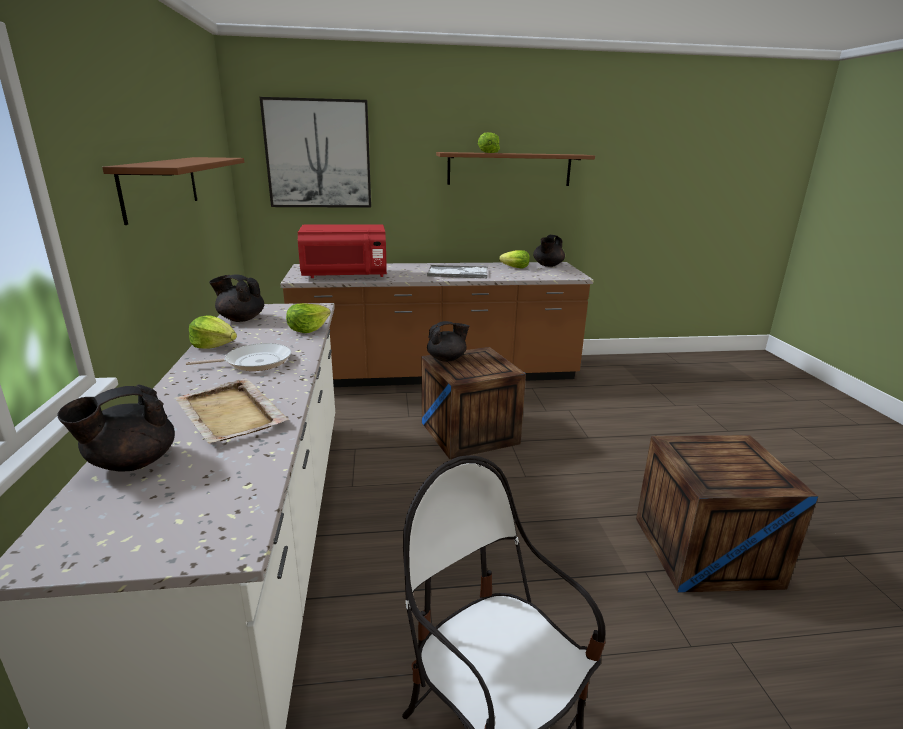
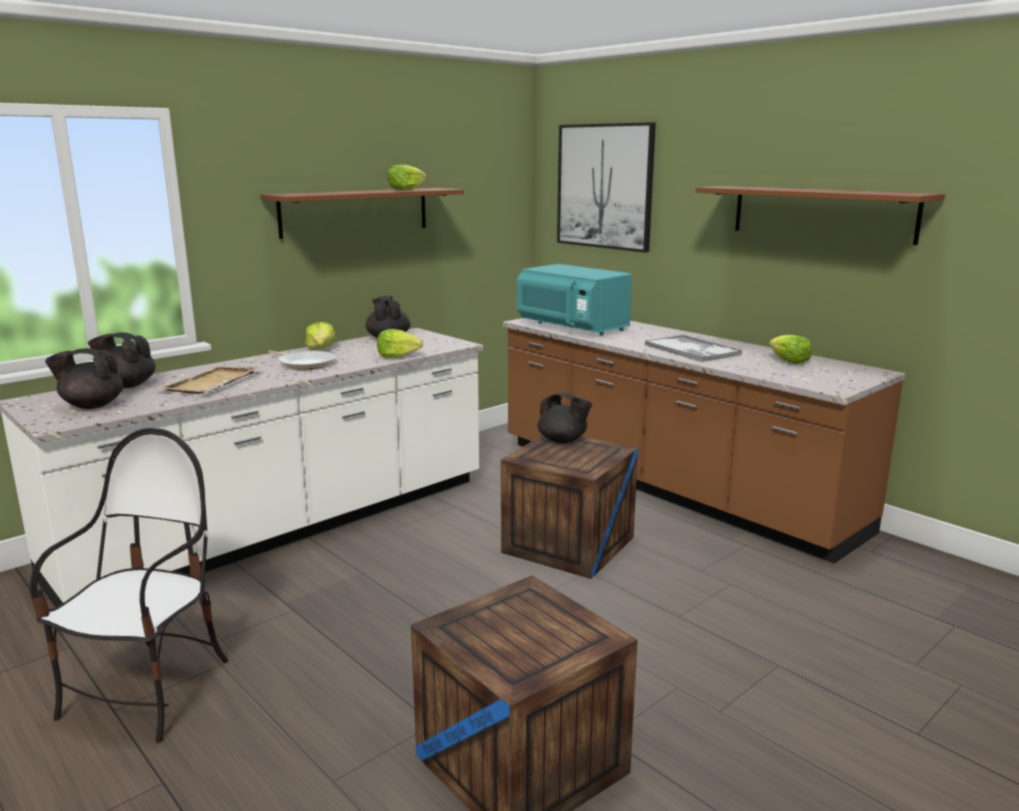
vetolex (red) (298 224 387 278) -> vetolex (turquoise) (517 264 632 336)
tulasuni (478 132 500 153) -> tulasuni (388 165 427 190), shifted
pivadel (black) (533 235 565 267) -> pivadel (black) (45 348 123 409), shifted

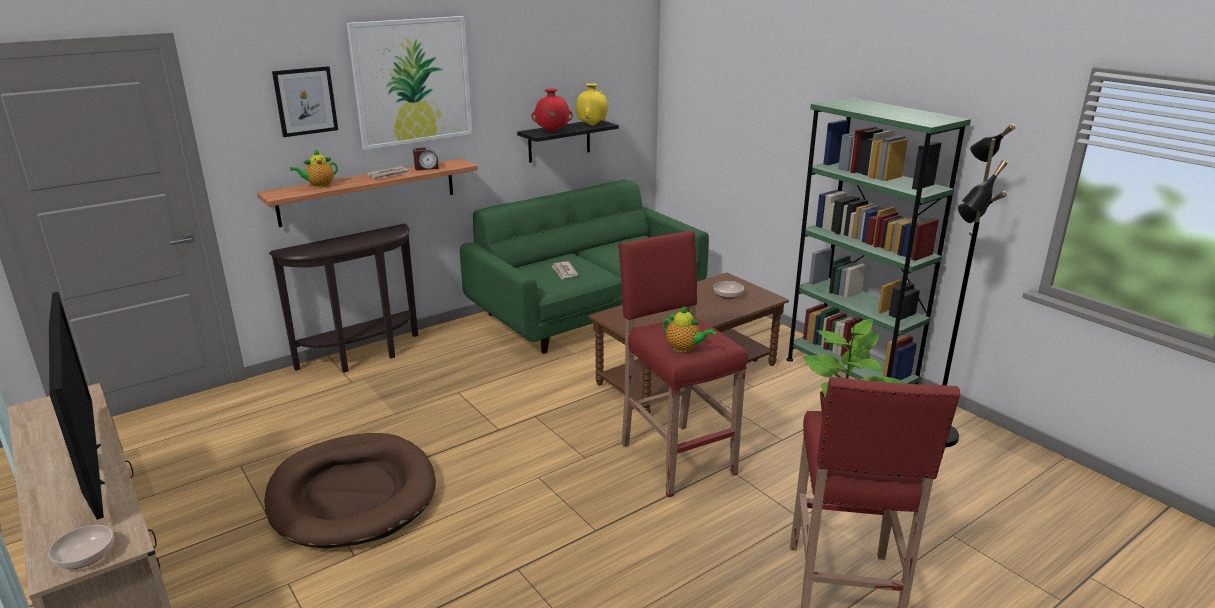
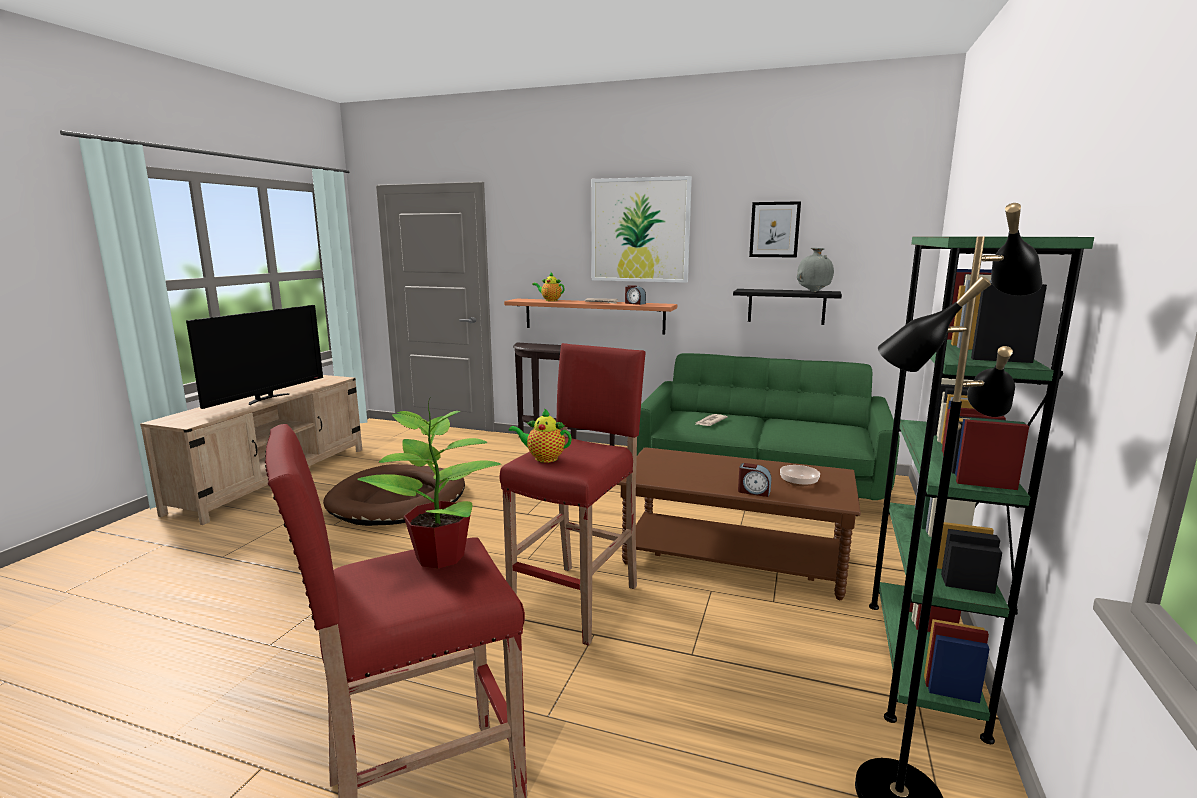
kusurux (48 525 114 569) -> none
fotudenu (272 66 338 137) -> fotudenu (749 201 801 258), shifted
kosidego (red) (532 89 573 132) -> none
kosidego (yellow) (576 83 608 126) -> kosidego (grey) (797 248 834 292)
pivadel (662 306 716 353) -> pivadel (509 408 572 463), 105 degrees clockwise
none -> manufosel (738 463 771 497)

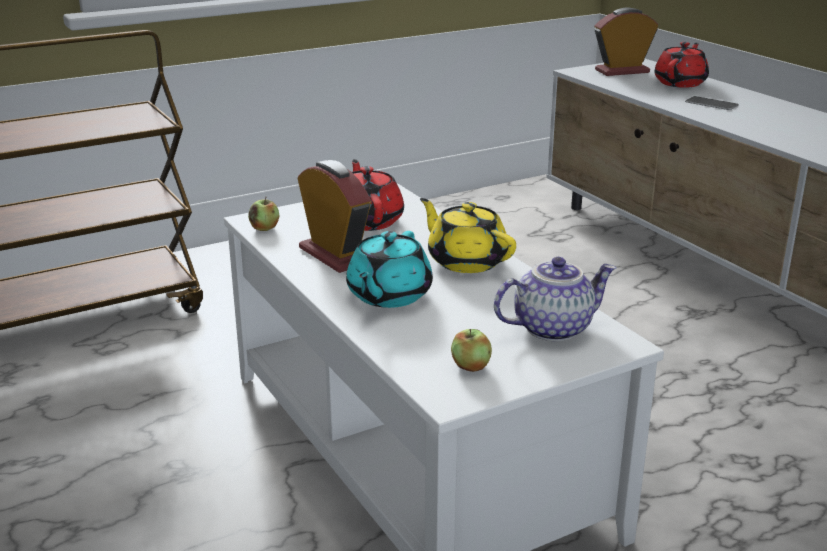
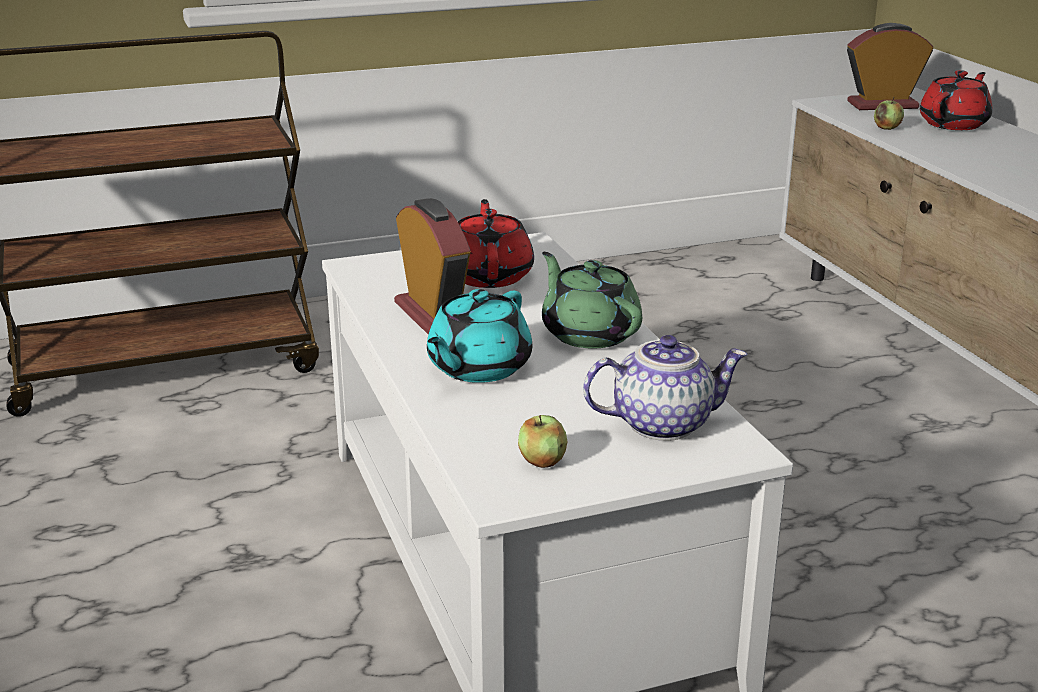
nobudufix (248 196 280 231) -> nobudufix (874 96 904 130), shifted
pivadel (yellow) (420 198 516 273) -> pivadel (green) (542 252 642 349)
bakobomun (685 96 739 110) -> none

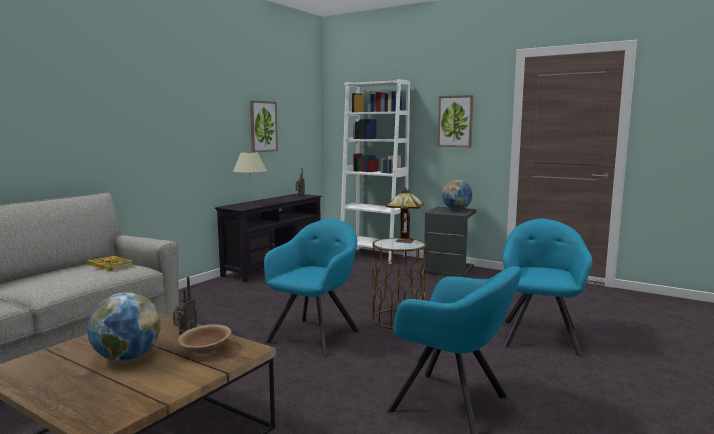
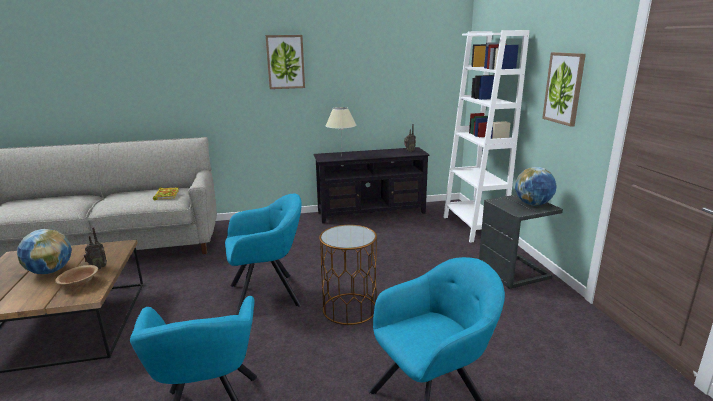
fotudenu (250 100 278 152) -> fotudenu (265 35 305 89), shifted
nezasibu (386 188 424 243) -> none

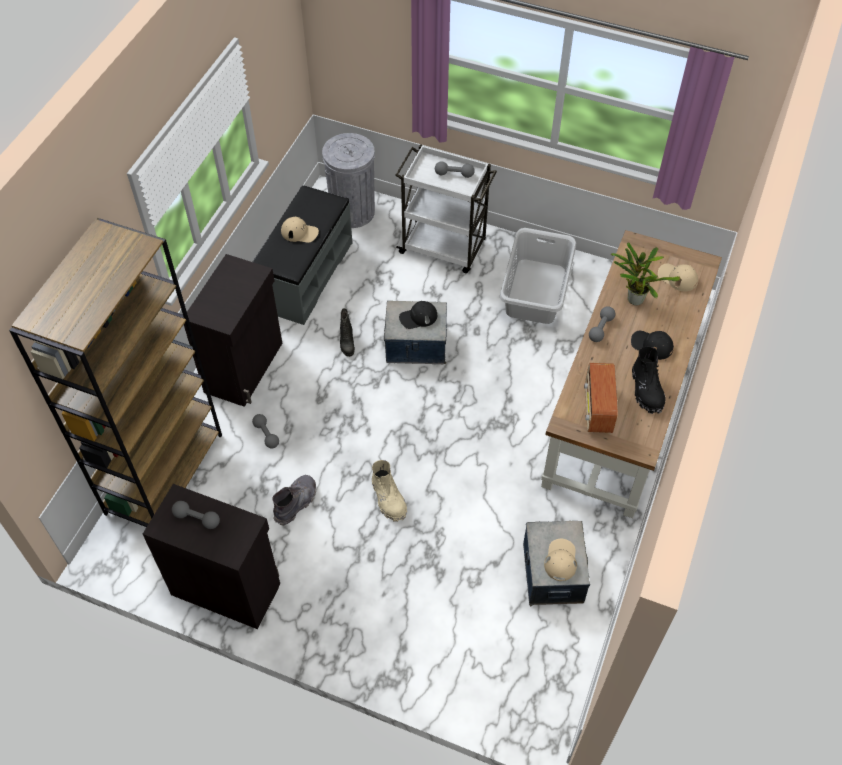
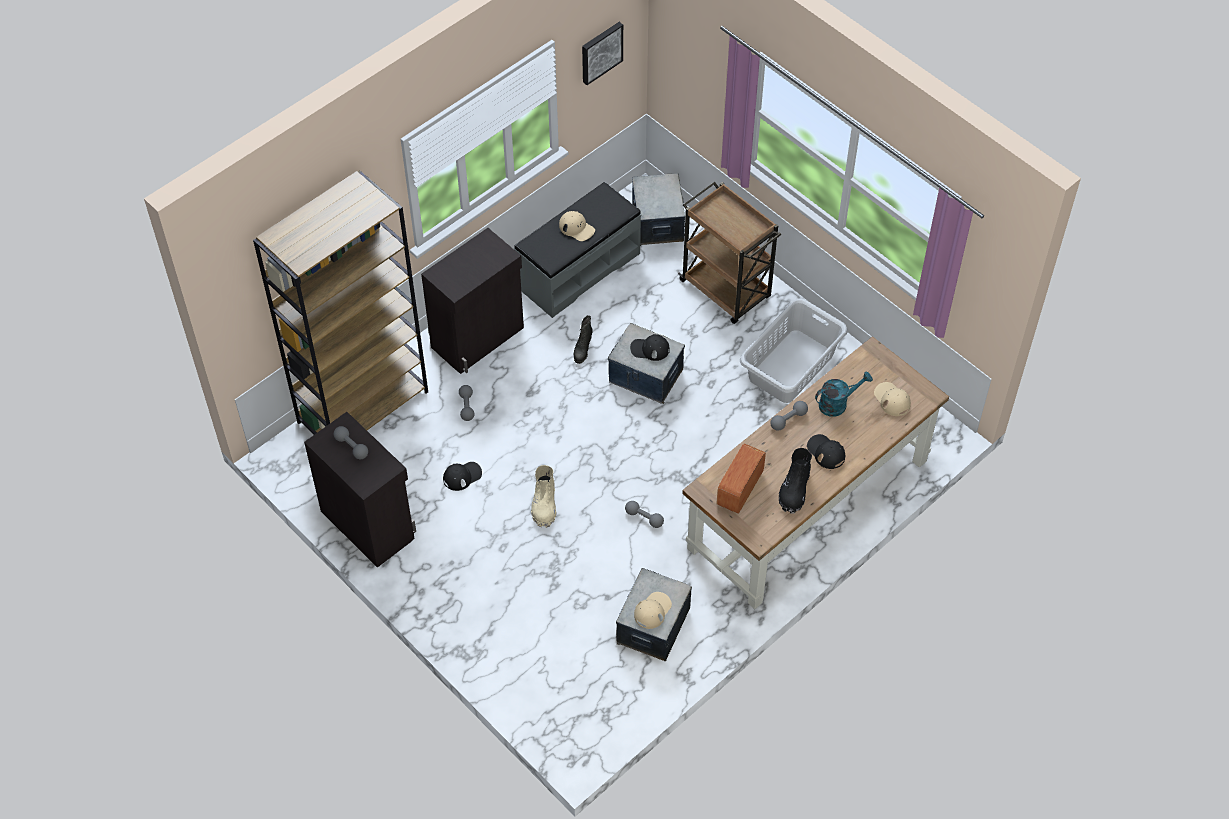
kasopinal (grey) (272 475 316 526) -> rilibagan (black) (443 462 482 491)
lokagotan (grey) (322 133 375 228) -> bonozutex (632 173 685 246)
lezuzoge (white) (395 144 497 273) -> lezuzoge (brown) (678 182 781 324)
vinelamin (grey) (435 161 475 178) -> vinelamin (grey) (625 501 664 528), shifted
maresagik (611 242 680 306) -> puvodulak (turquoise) (815 371 873 417)
none -> fotudenu (582 22 623 85)

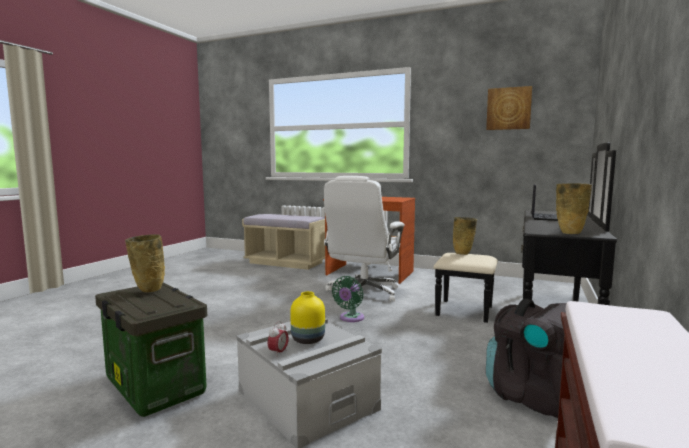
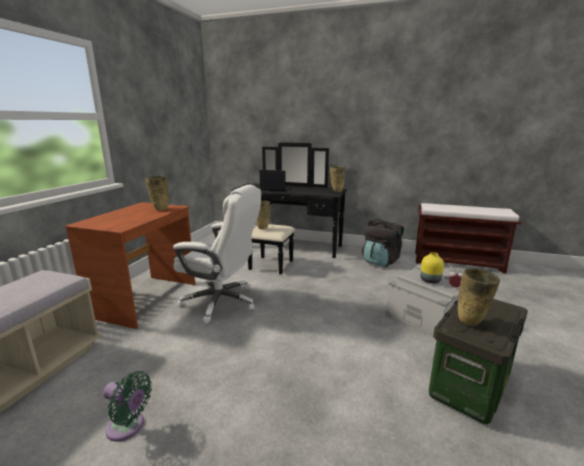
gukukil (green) (332 276 364 322) -> gukukil (green) (103 371 152 441), shifted
fotudenu (486 86 532 130) -> none
none -> kosidego (beige) (145 176 169 211)

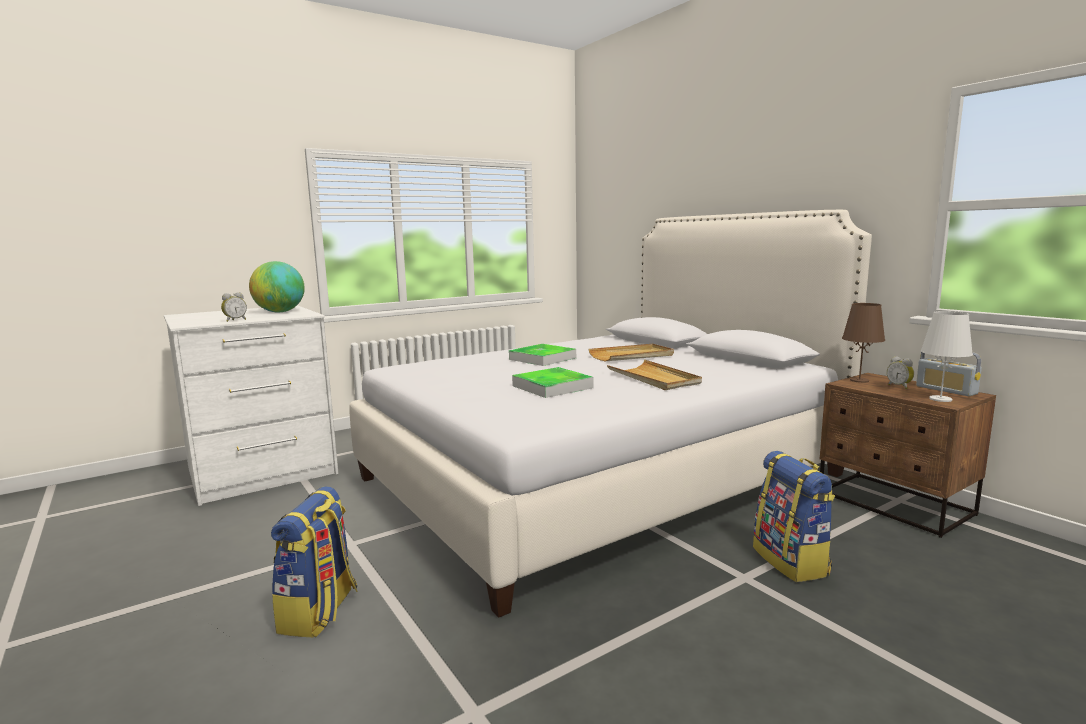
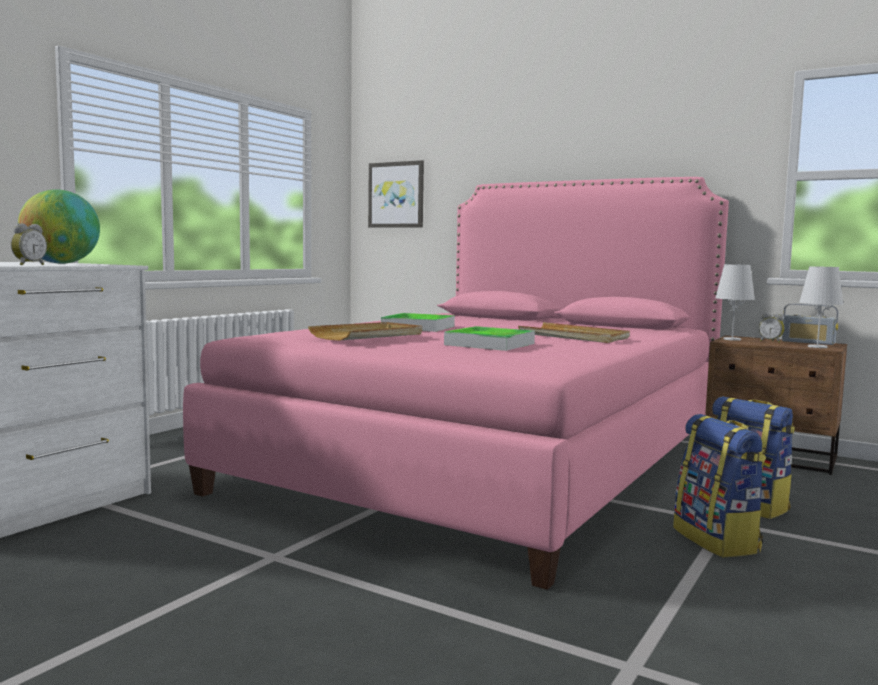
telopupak (271 486 358 637) -> telopupak (673 414 766 557), shifted
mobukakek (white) (350 210 872 618) -> mobukakek (pink) (183 177 729 590)
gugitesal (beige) (588 344 674 361) -> gugitesal (beige) (308 322 422 340), shifted
nezasibu (brown) (842 303 885 383) -> nezasibu (white) (715 264 755 341)
none -> fotudenu (368 160 424 228)

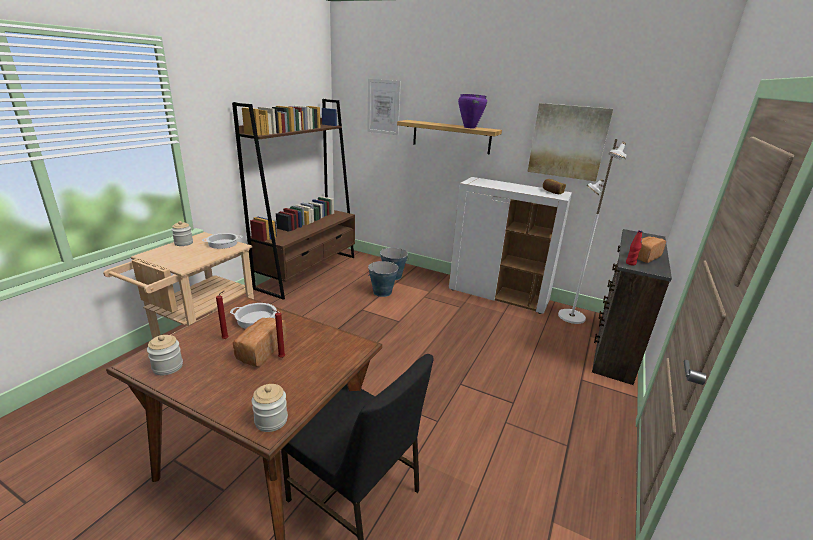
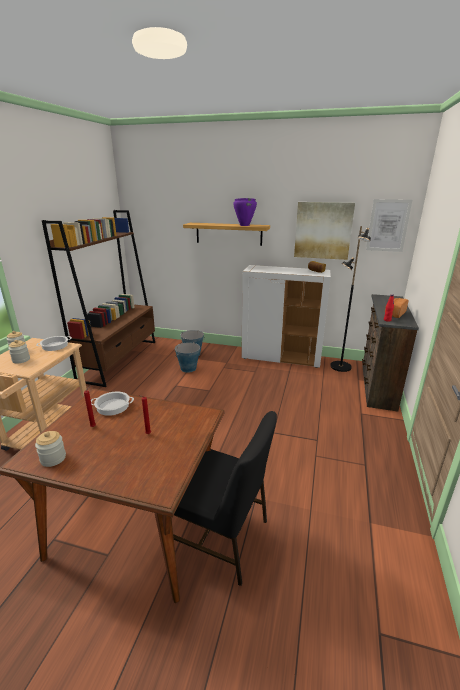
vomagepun (233 318 287 367) -> none
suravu (252 384 288 432) -> suravu (8 340 30 364), shifted
fotudenu (367 79 401 135) -> fotudenu (366 199 412 252), shifted
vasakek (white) (558 139 626 324) -> vasakek (black) (330 226 371 372)

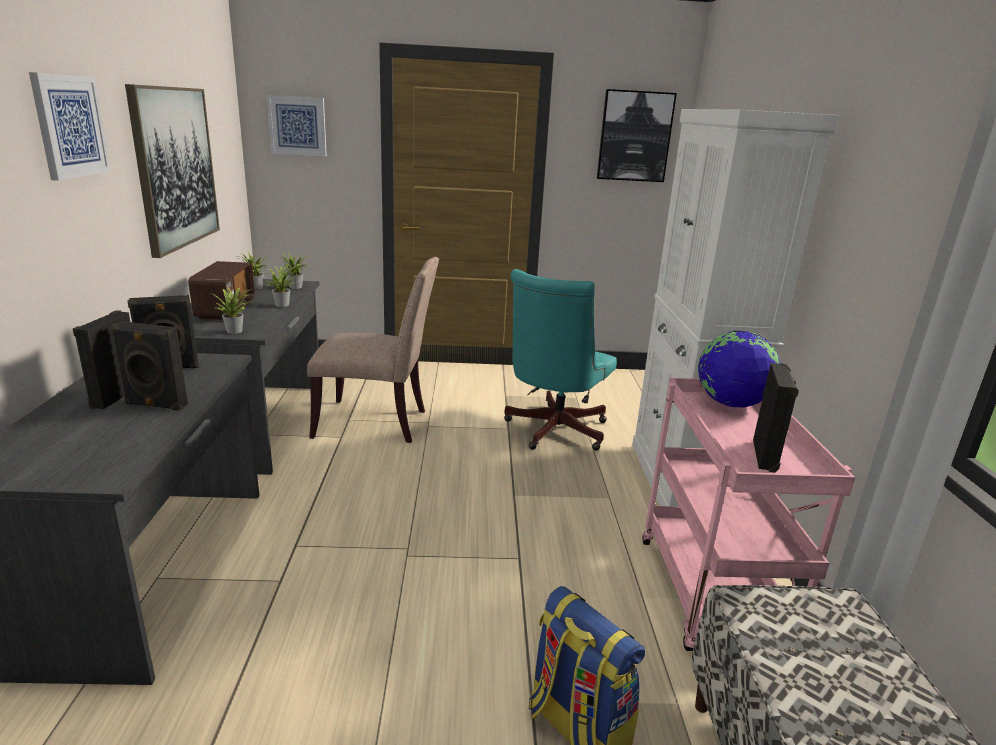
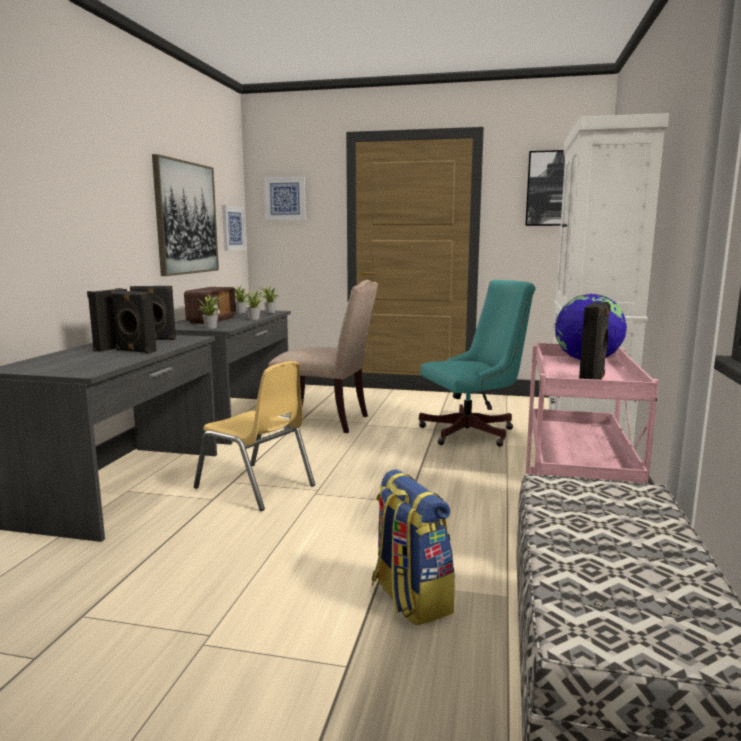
fotudenu (29 72 111 181) -> fotudenu (222 205 246 251), shifted
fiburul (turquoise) (504 269 617 451) -> fiburul (turquoise) (419 280 535 446), 150 degrees counterclockwise
none -> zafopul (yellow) (194 361 315 511)

